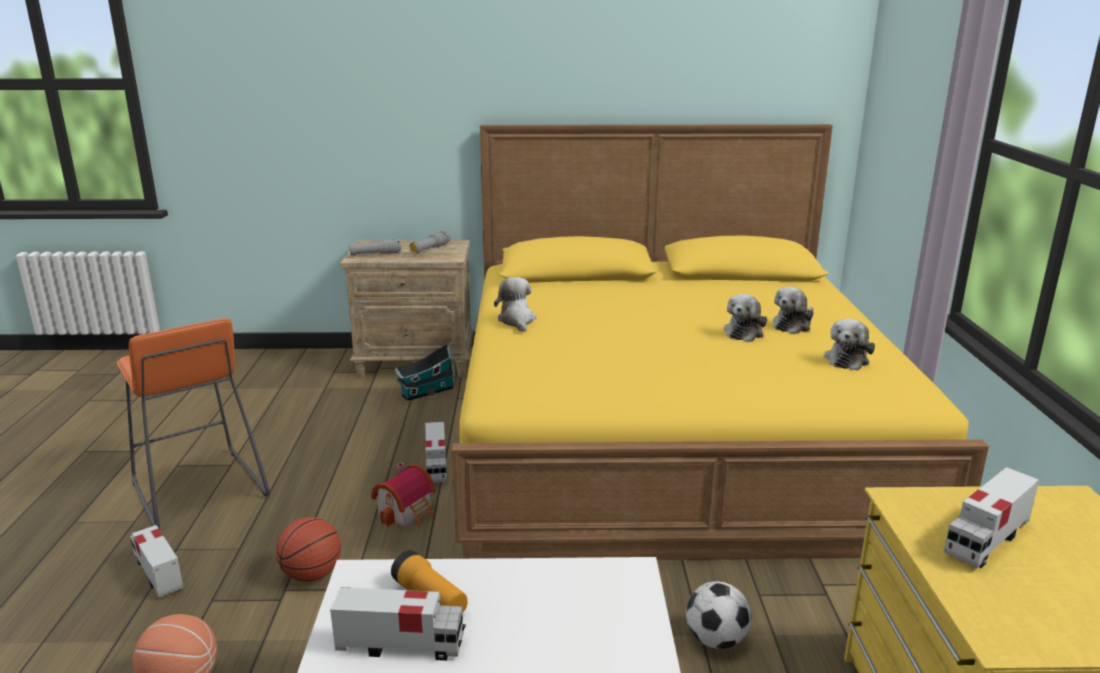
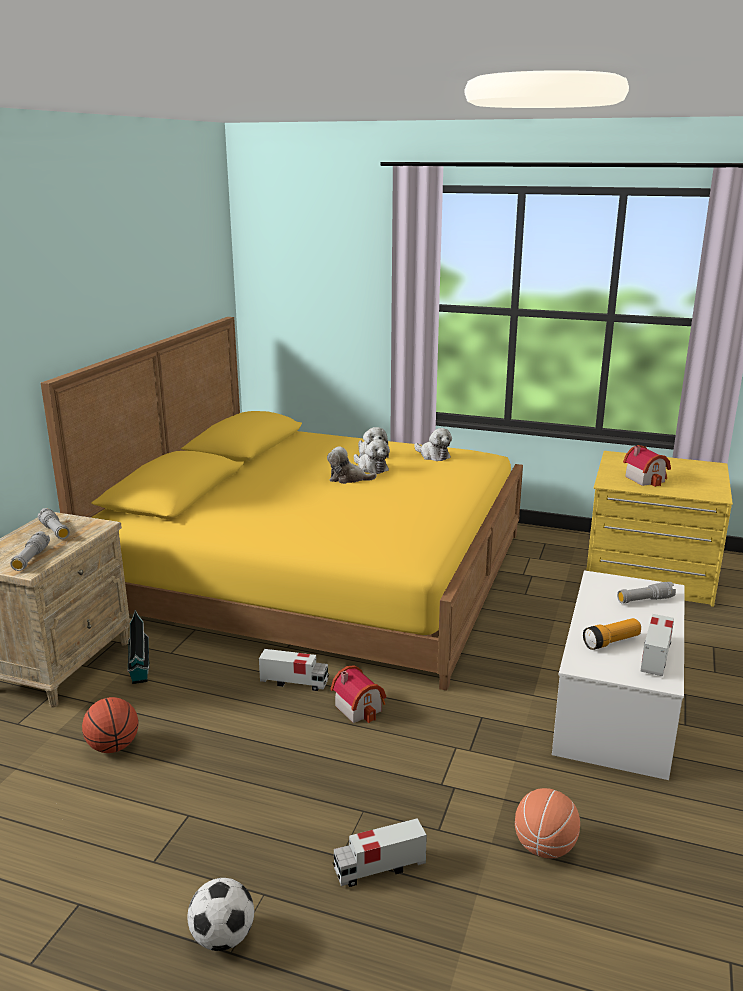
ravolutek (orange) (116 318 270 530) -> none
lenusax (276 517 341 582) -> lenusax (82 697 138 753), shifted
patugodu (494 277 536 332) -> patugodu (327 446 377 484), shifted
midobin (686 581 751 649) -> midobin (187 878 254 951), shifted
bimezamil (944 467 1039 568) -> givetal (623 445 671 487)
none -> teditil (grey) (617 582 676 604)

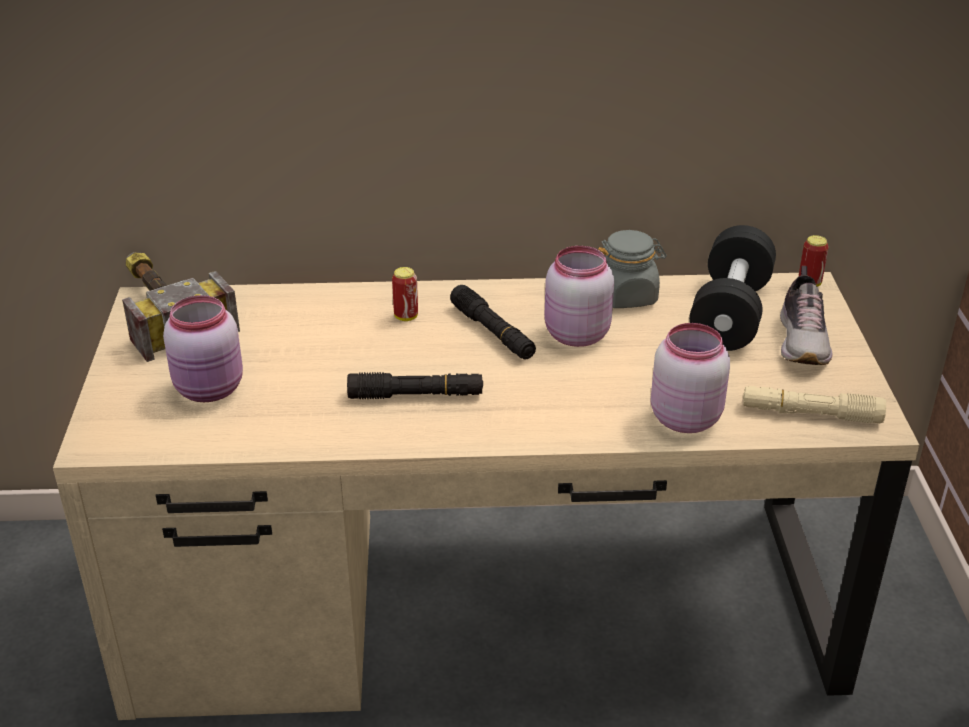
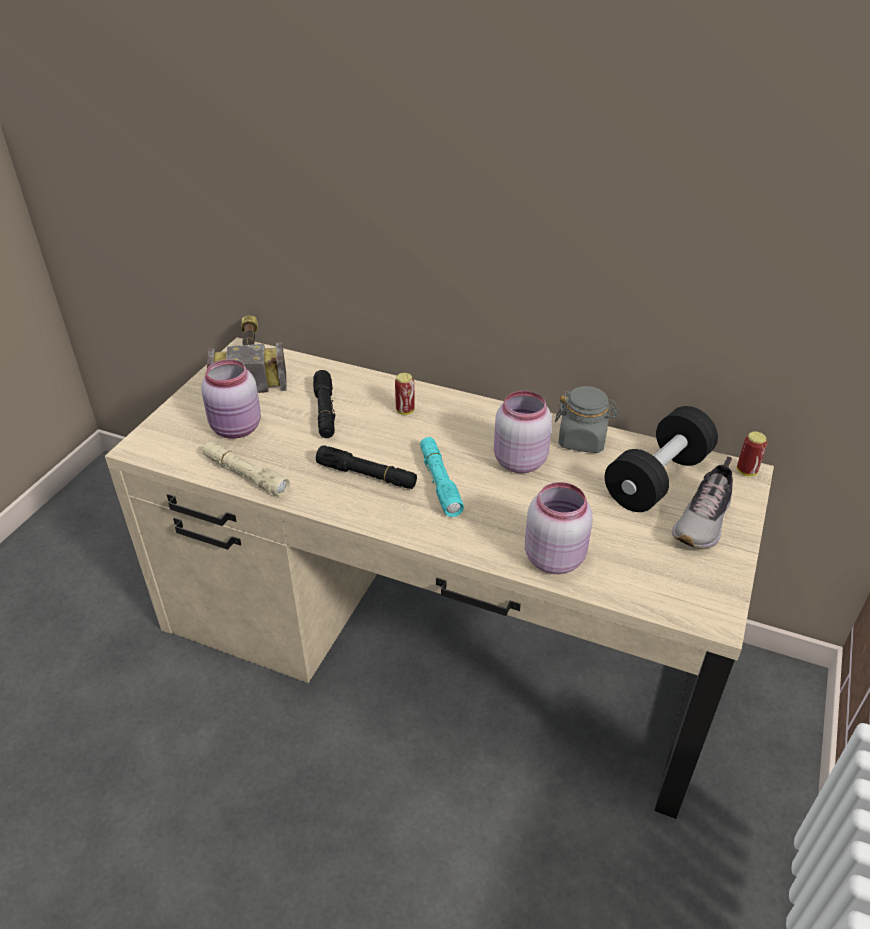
teditil (black) (450 285 536 360) -> teditil (black) (313 370 335 438), shifted
teditil (beige) (743 386 886 423) -> teditil (beige) (203 442 290 496), shifted
none -> teditil (turquoise) (420 437 464 517)

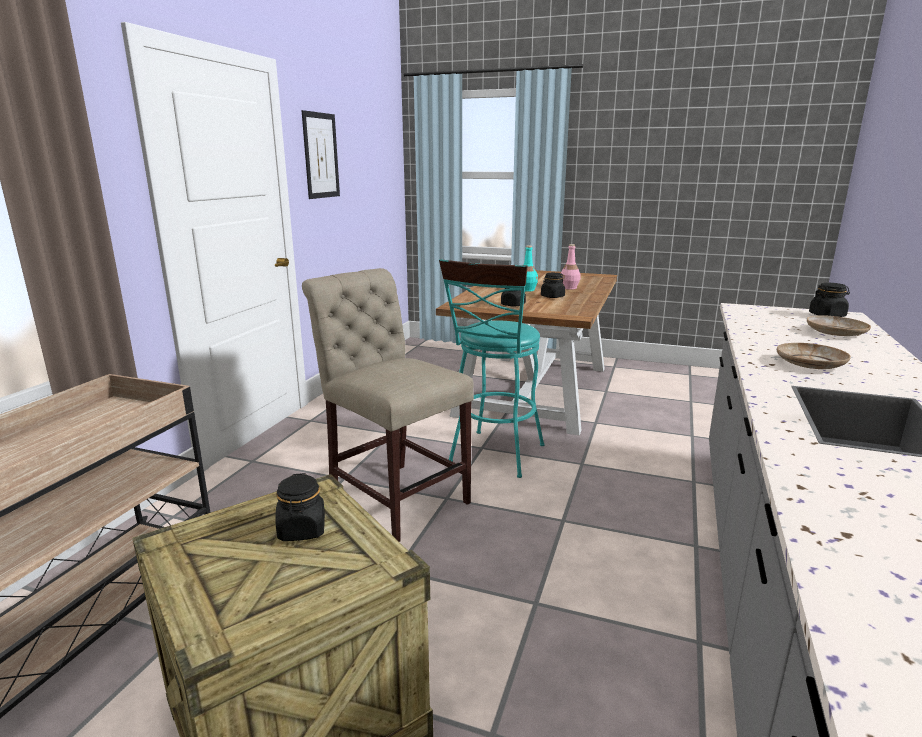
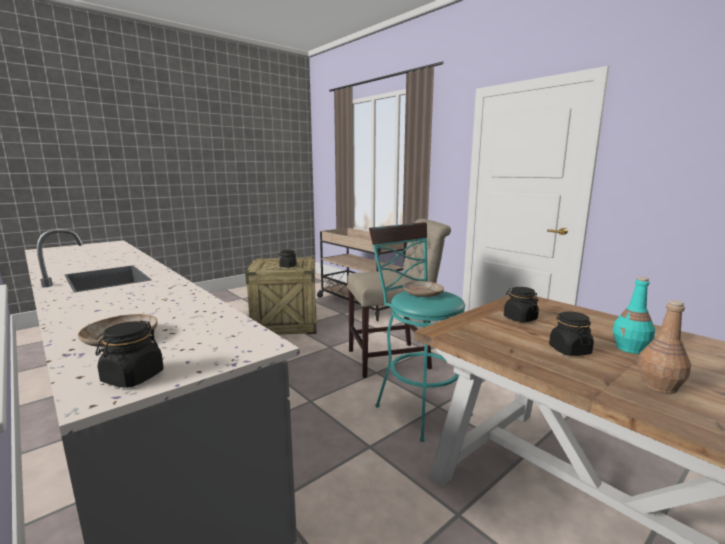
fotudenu (302 110 340 199) -> none
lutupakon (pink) (561 244 580 290) -> lutupakon (brown) (637 300 691 394)
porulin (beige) (777 343 851 369) -> porulin (beige) (403 281 444 297), shifted

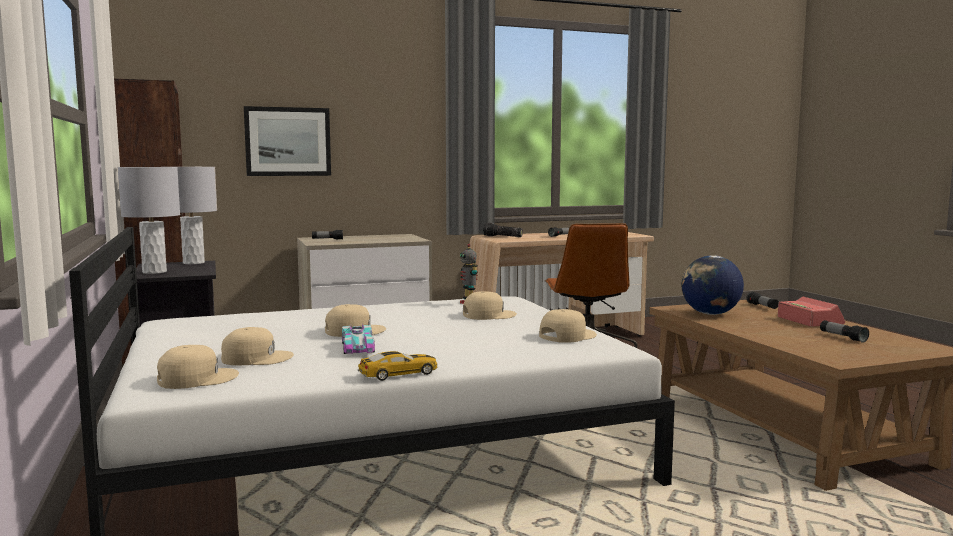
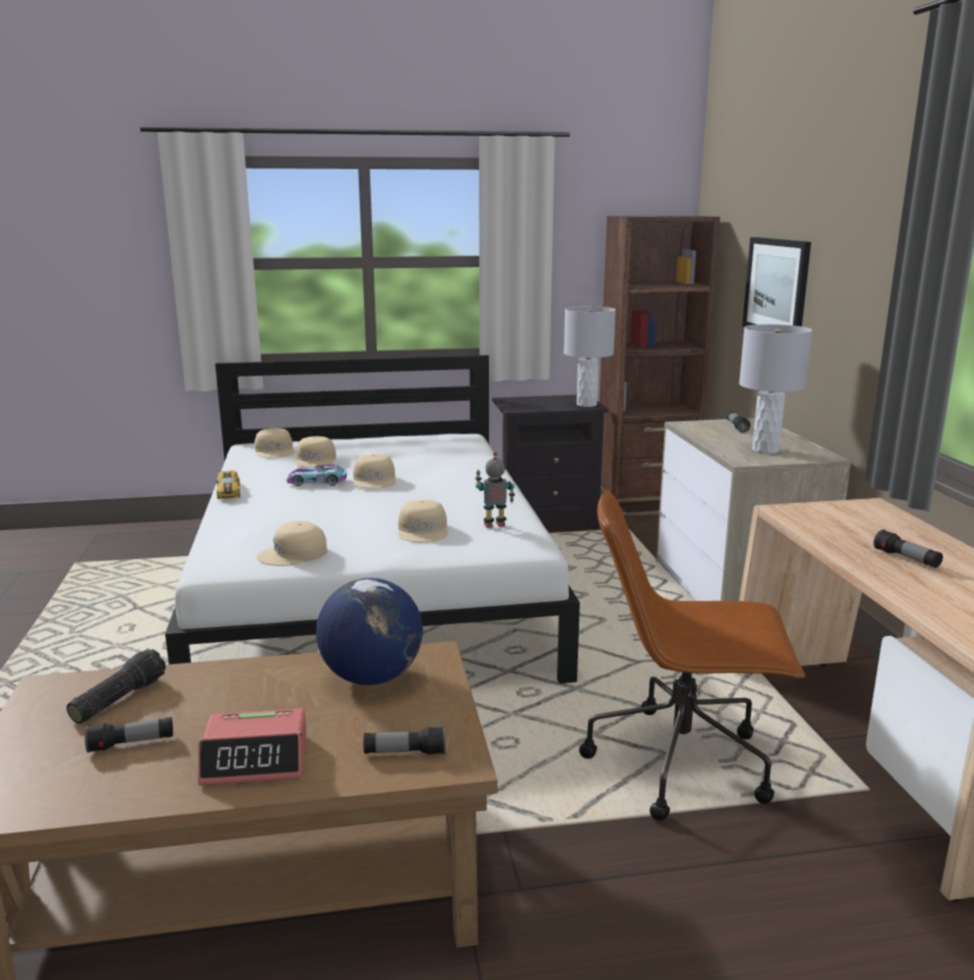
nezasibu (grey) (117 167 180 274) -> nezasibu (grey) (739 324 812 454), shifted
teditil (483 223 523 237) -> teditil (67 649 166 724), shifted
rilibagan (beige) (539 309 597 343) -> rilibagan (beige) (257 521 327 566), 90 degrees clockwise

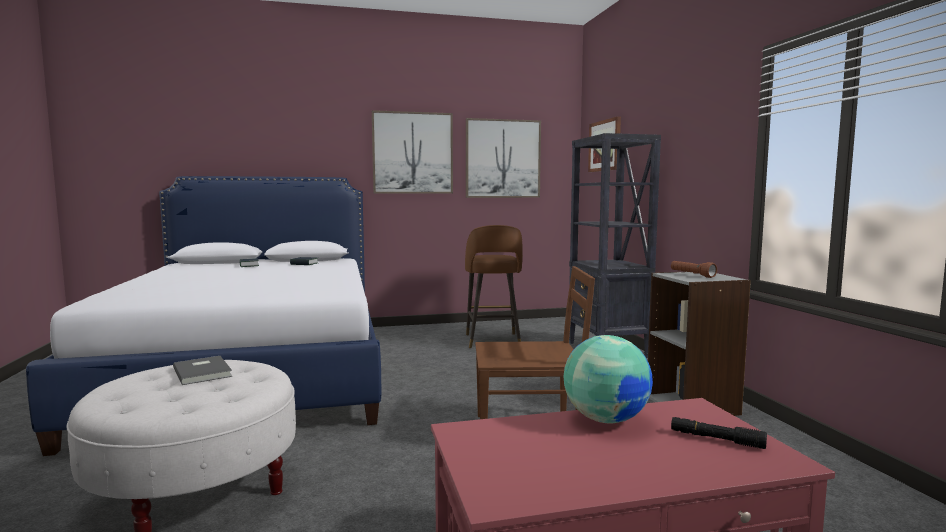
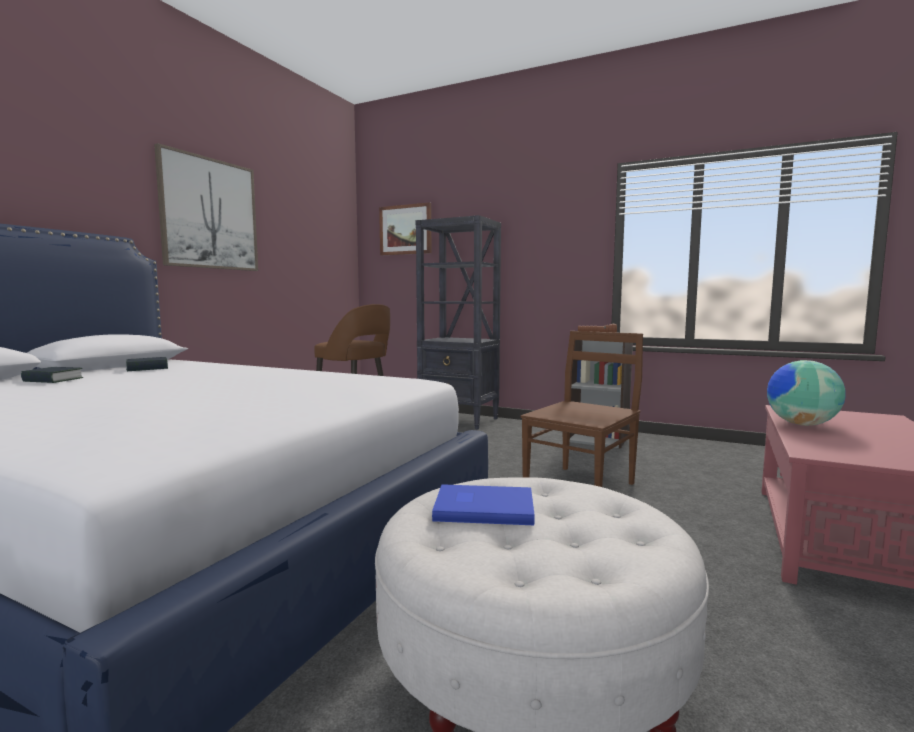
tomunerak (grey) (173 356 232 385) -> tomunerak (blue) (432 484 535 525)
fotudenu (466 118 541 198) -> none
teditil (black) (671 417 767 449) -> none

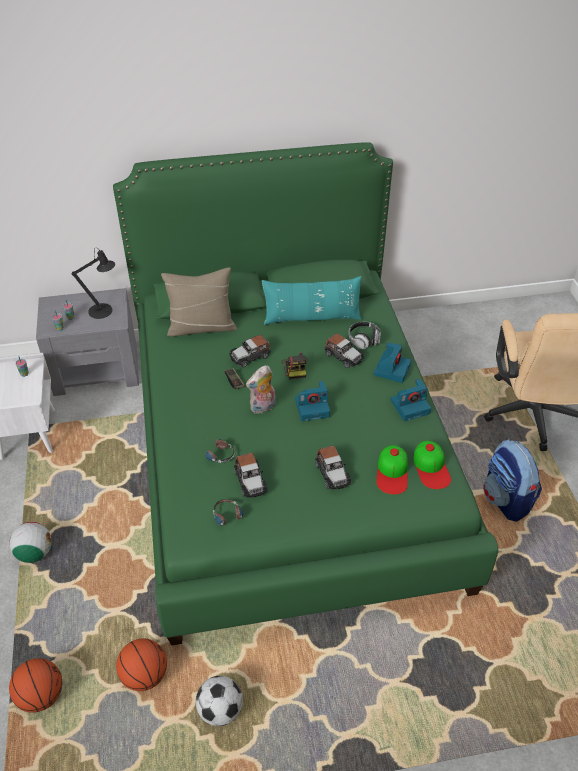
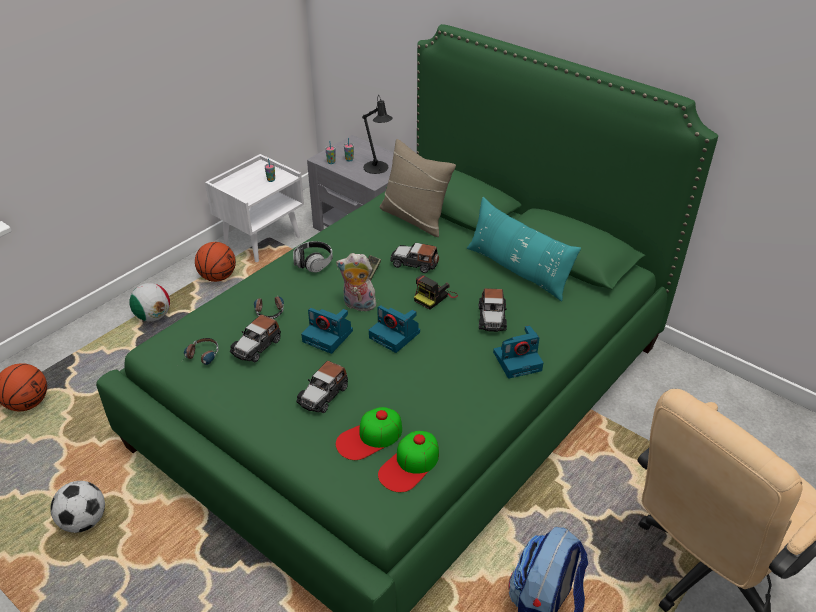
lenusax (116 638 167 691) -> lenusax (195 242 236 282), shifted
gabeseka (349 322 381 349) -> gabeseka (293 241 333 272), shifted
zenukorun (391 379 431 421) -> zenukorun (301 308 353 354), shifted

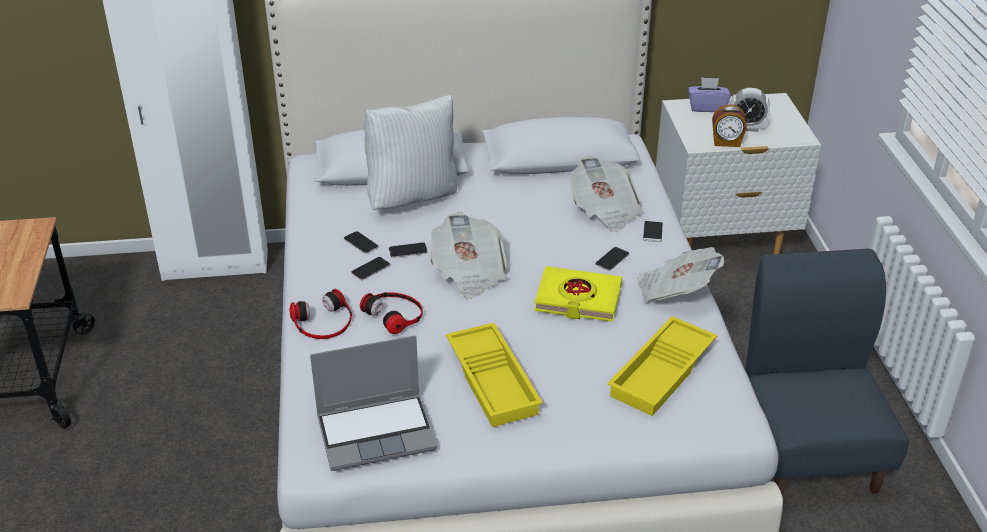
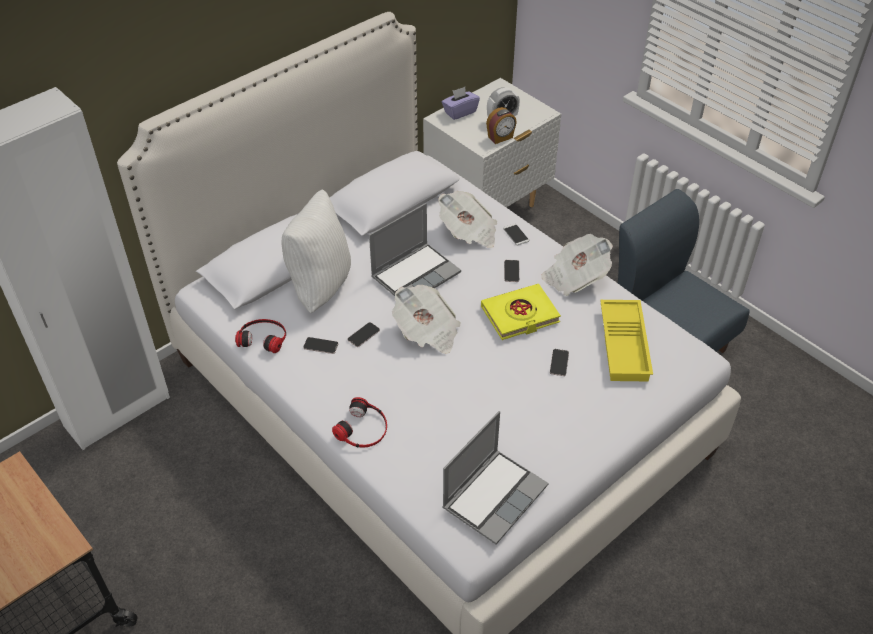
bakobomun (351 257 390 280) -> bakobomun (550 349 569 376), shifted
gabeseka (360 292 423 334) -> gabeseka (235 319 286 353), shifted
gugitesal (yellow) (446 323 543 427) -> none
none -> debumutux (369 203 461 296)

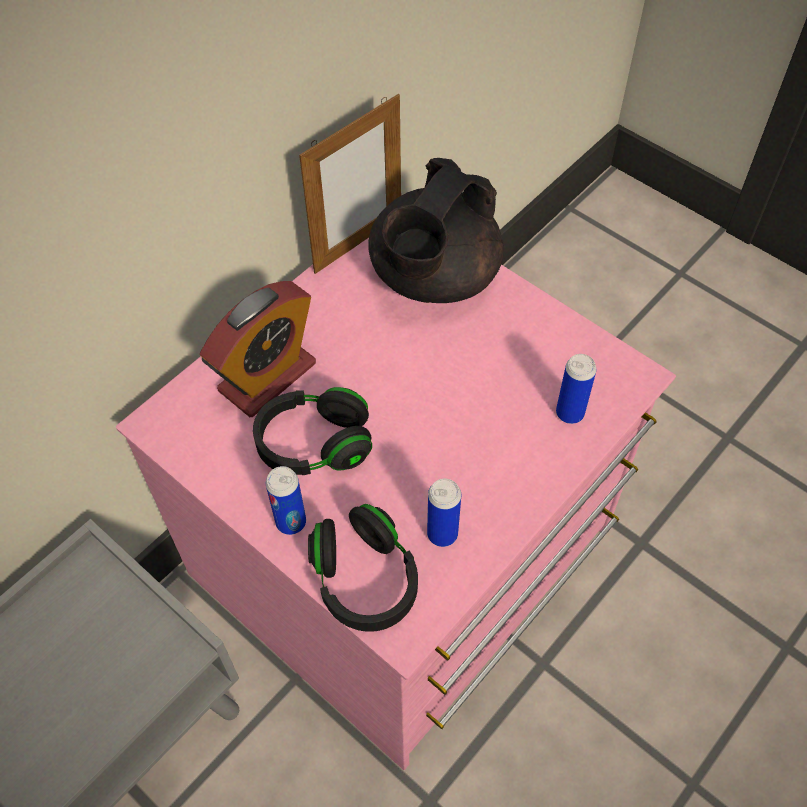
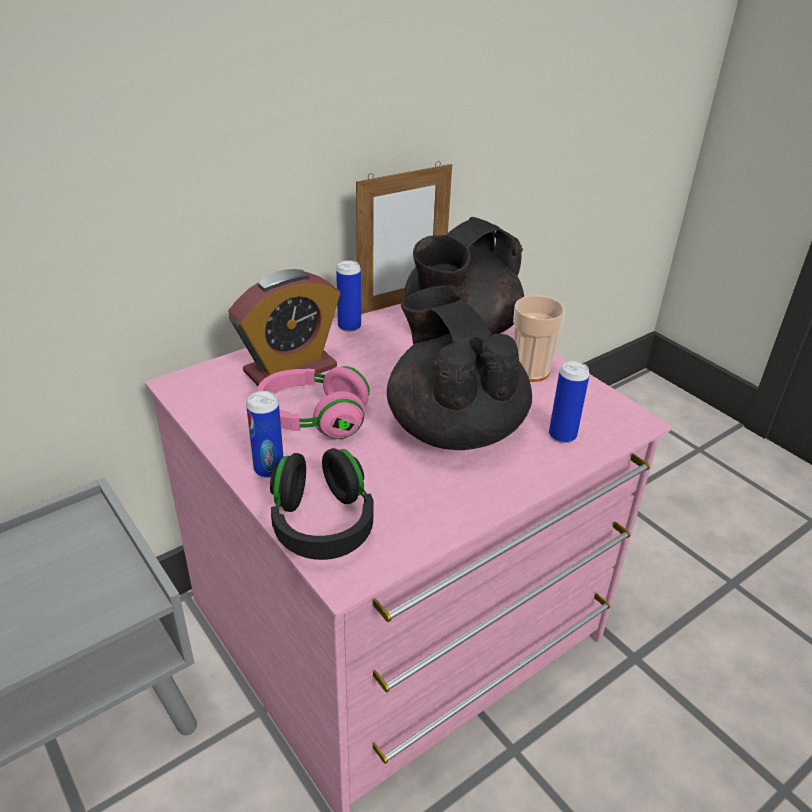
gabeseka (black) (253 387 372 475) -> gabeseka (pink) (257 366 370 439)
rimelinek (427 478 461 547) -> rimelinek (336 260 361 332), shifted
none -> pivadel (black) (387 286 532 450)
none -> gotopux (513 296 565 382)

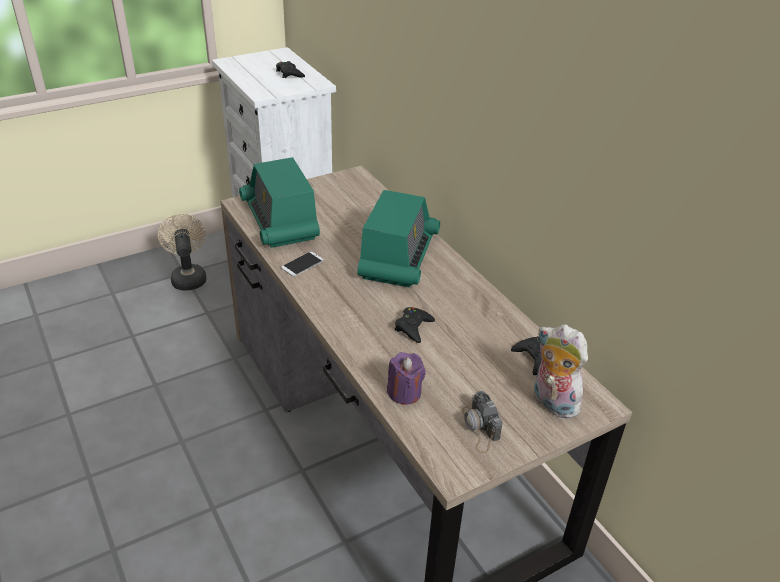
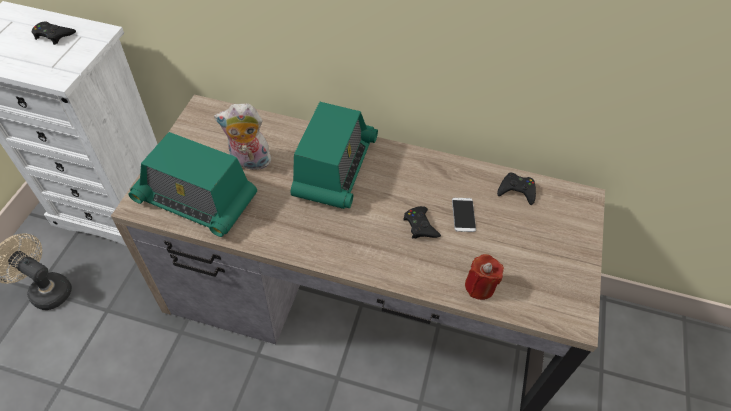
bakobomun (281 252 324 276) -> bakobomun (452 198 476 232), shifted
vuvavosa (357 190 440 287) -> vuvavosa (291 102 378 209), 45 degrees clockwise
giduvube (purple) (387 352 426 404) -> giduvube (red) (465 254 504 300)
zenukorun (462 391 503 453) -> none
patugodu (534 324 588 419) -> patugodu (214 104 274 173), shifted

